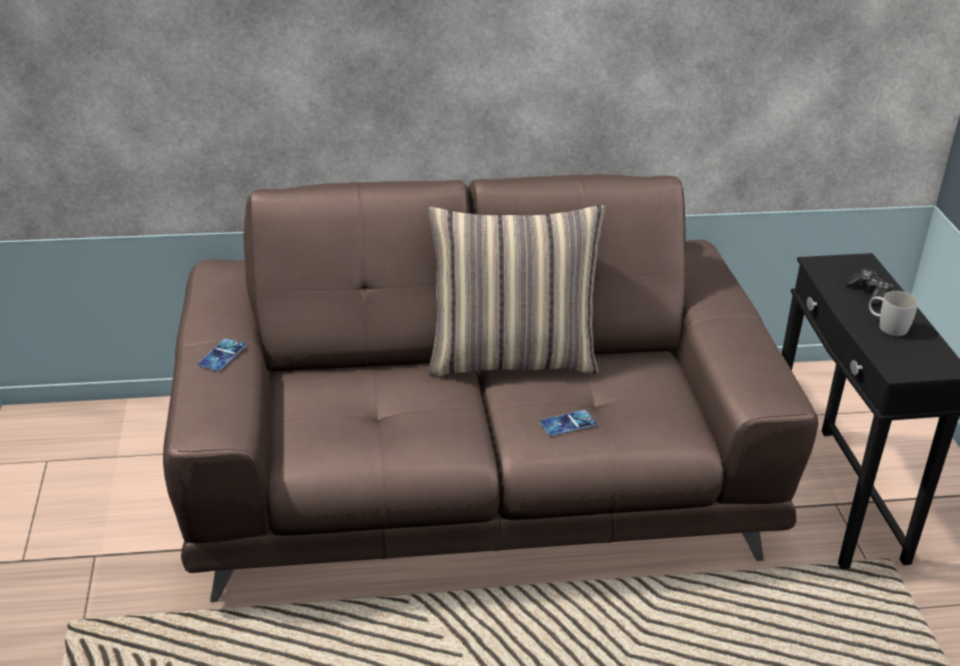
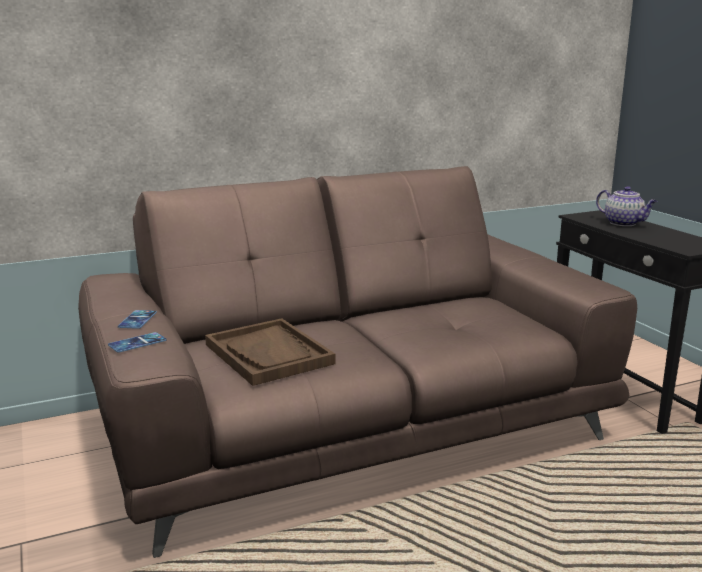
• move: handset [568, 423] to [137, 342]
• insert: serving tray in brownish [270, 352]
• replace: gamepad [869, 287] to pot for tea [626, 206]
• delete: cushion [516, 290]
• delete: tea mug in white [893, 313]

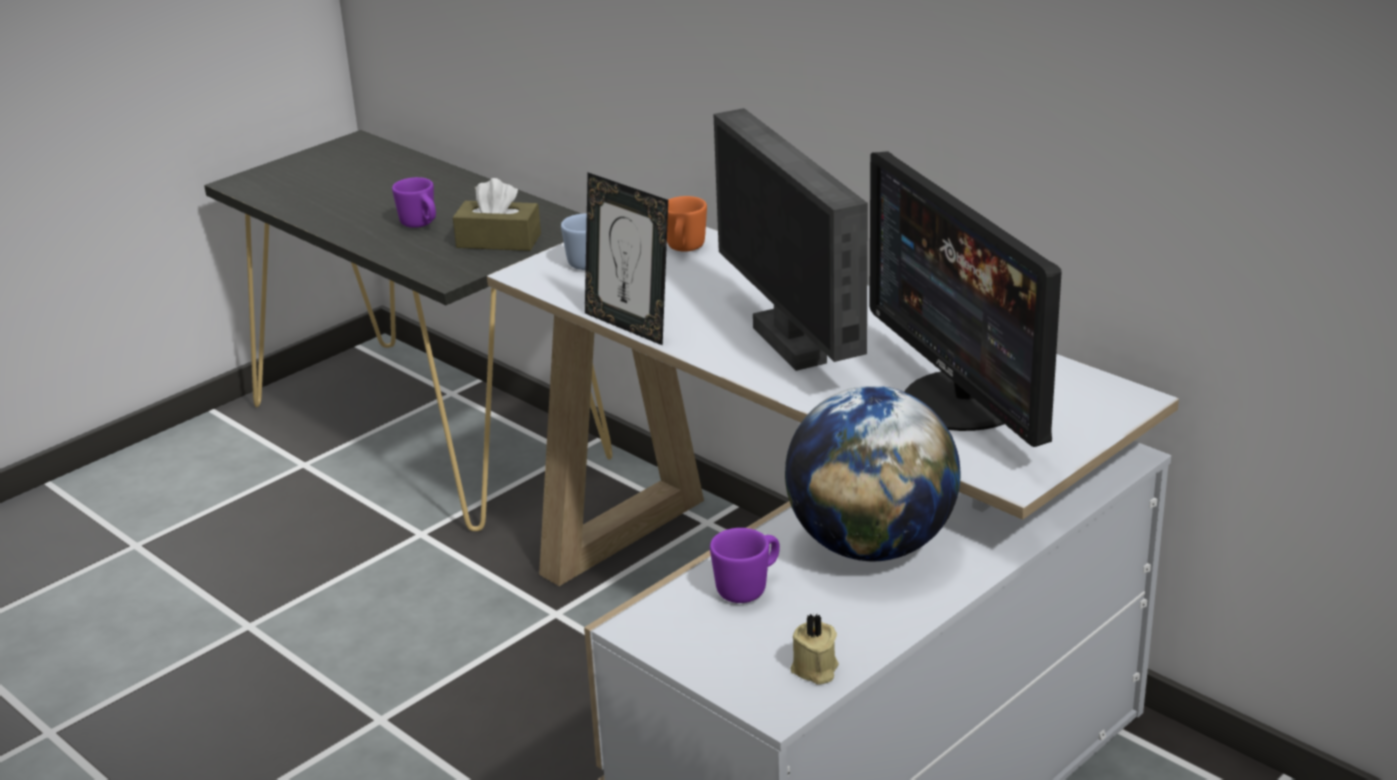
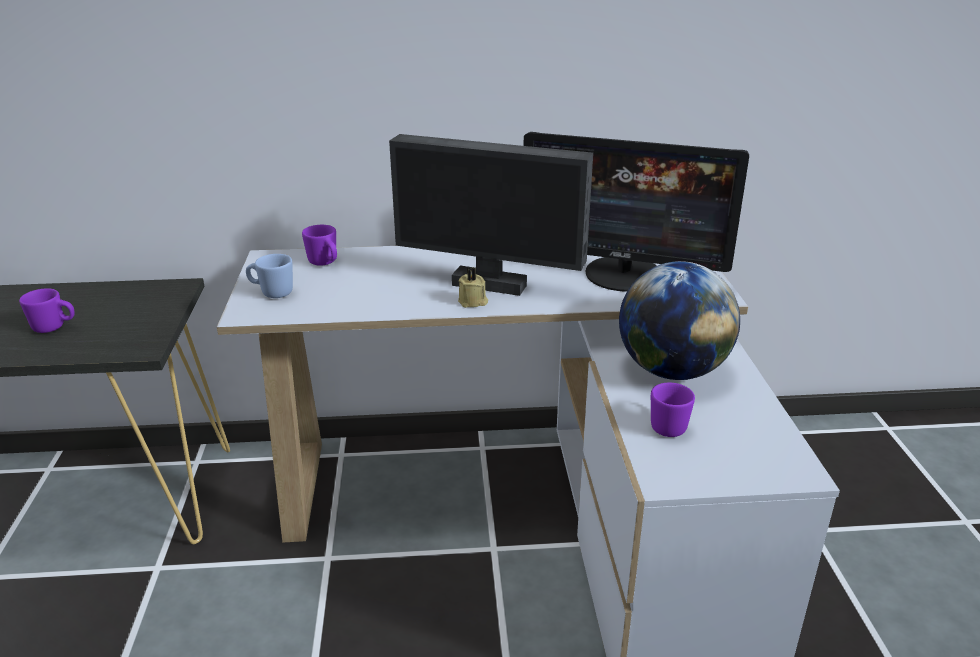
• recolor: tea mug in orange [687, 224] to tea mug in purplish [319, 245]
• move: candle in beige-coloured [814, 649] to [473, 287]
• delete: tissue box in brownish [497, 214]
• delete: photo frame [626, 259]

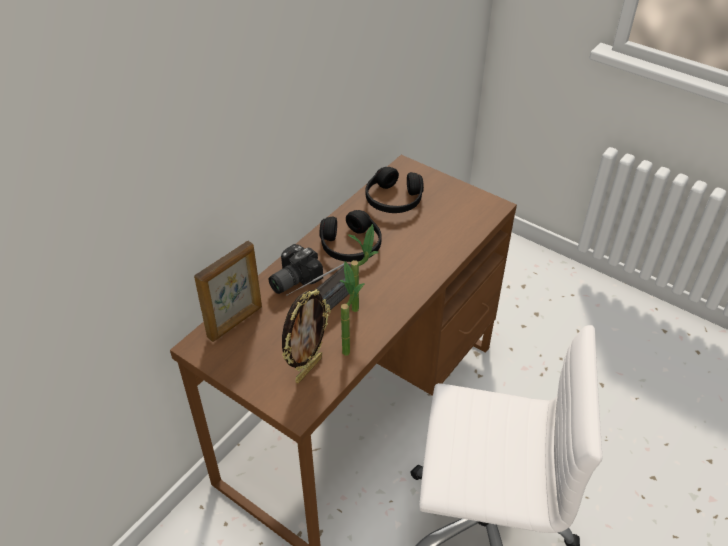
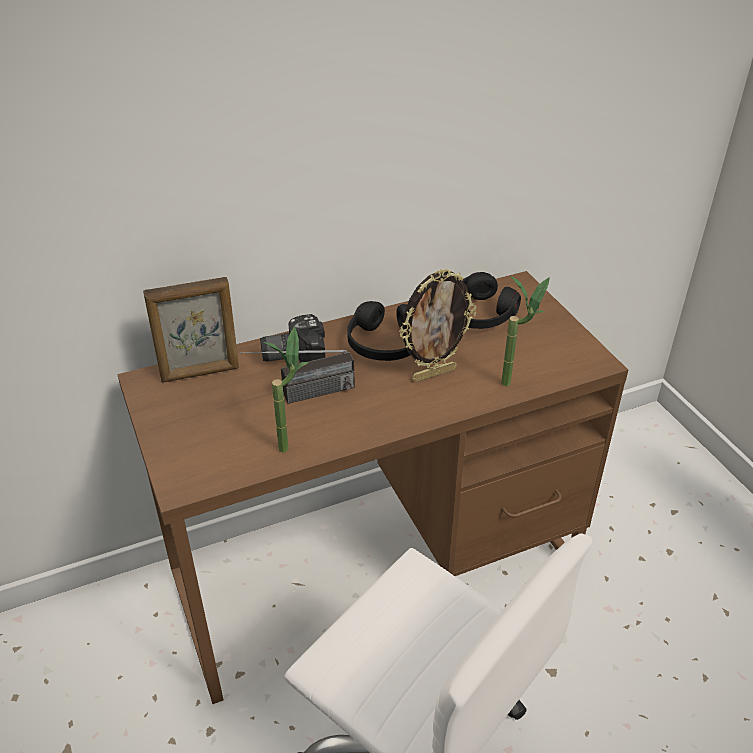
• move: photo frame [306, 336] to [437, 325]
• move: potted plant [362, 268] to [525, 331]

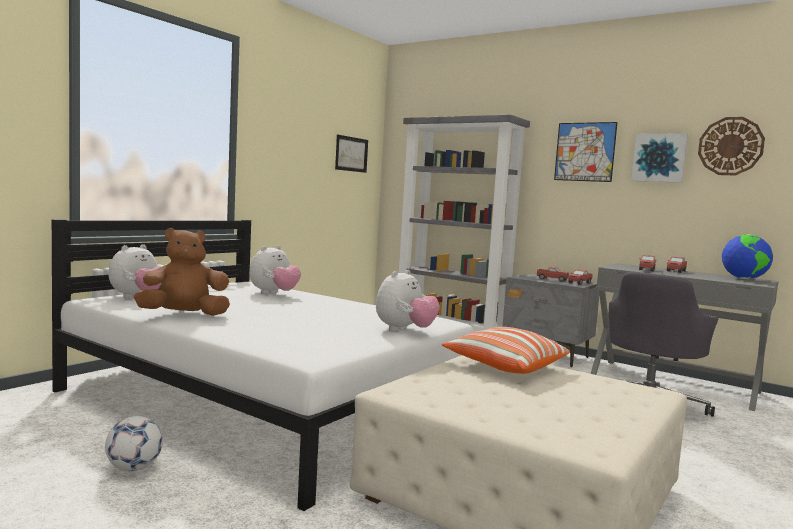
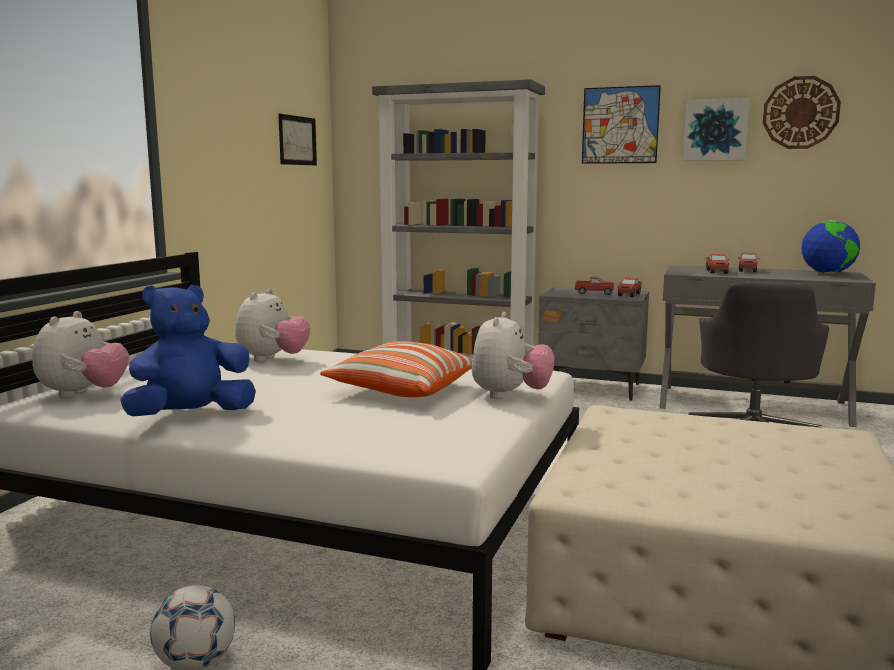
• recolor: plush toy in brownish [182, 272] to plush toy in blue [188, 350]
• move: cushion [506, 350] to [396, 369]

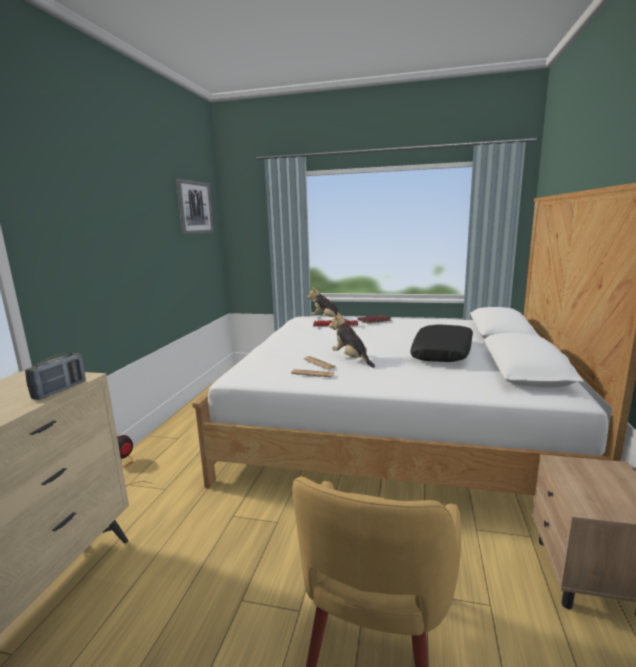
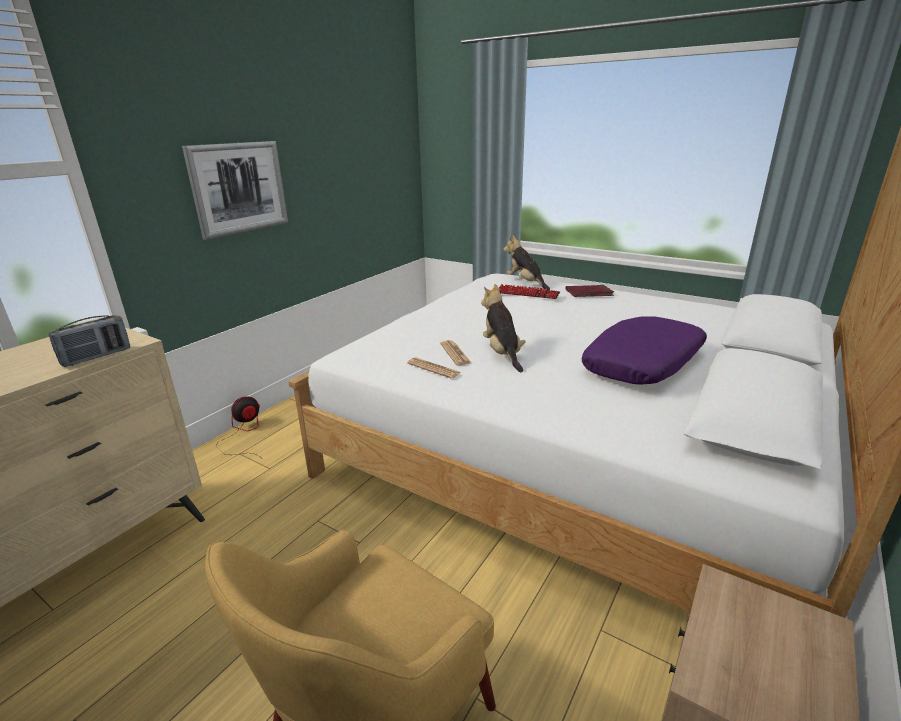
• move: picture [195, 207] to [235, 190]
• recolor: cushion in black-coloured [441, 343] to cushion in purplish [644, 350]

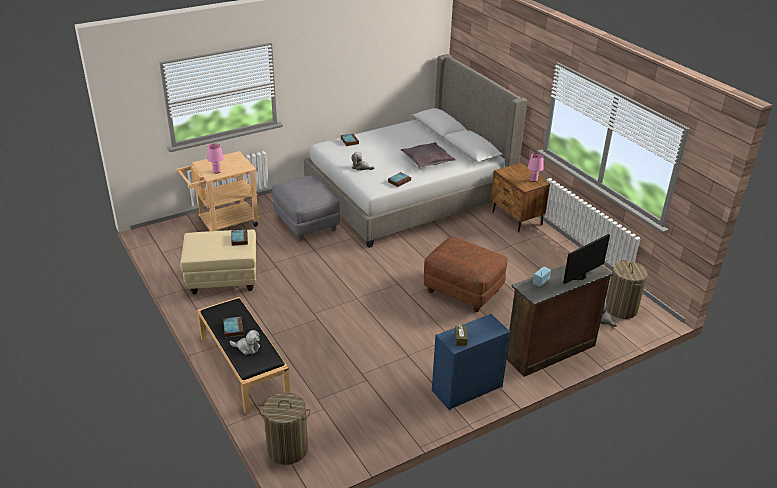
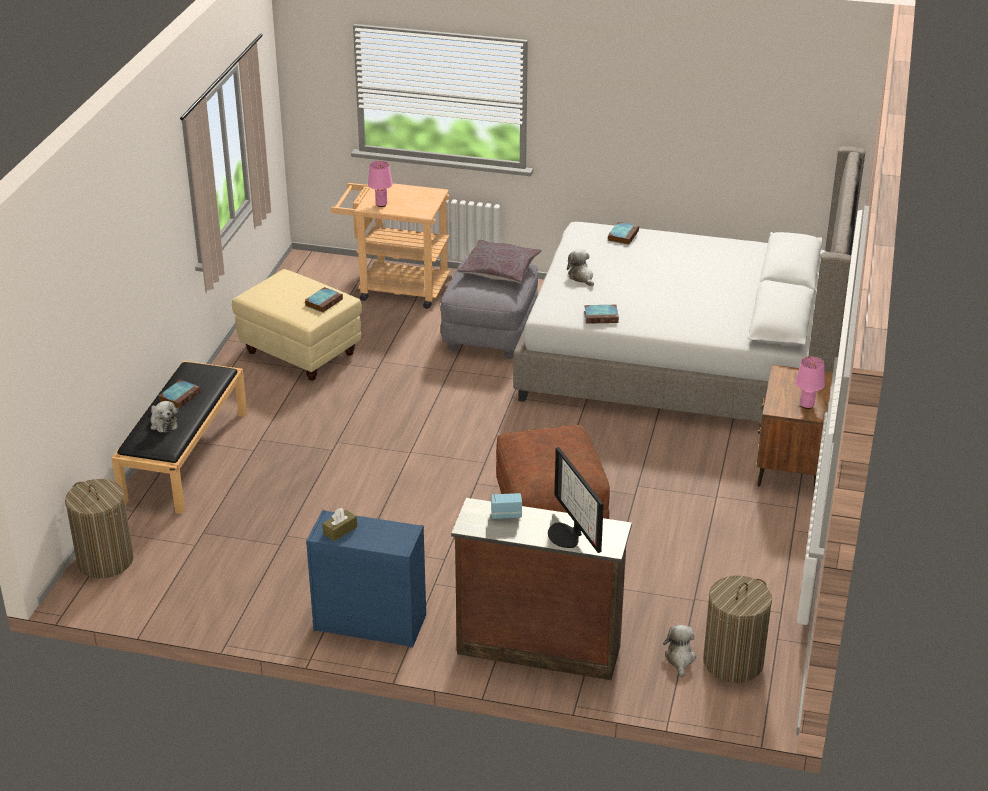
• move: cushion in greyish [428, 155] to [499, 261]
• rotate: monitor [586, 259] = [576, 500] 120 degrees counterclockwise

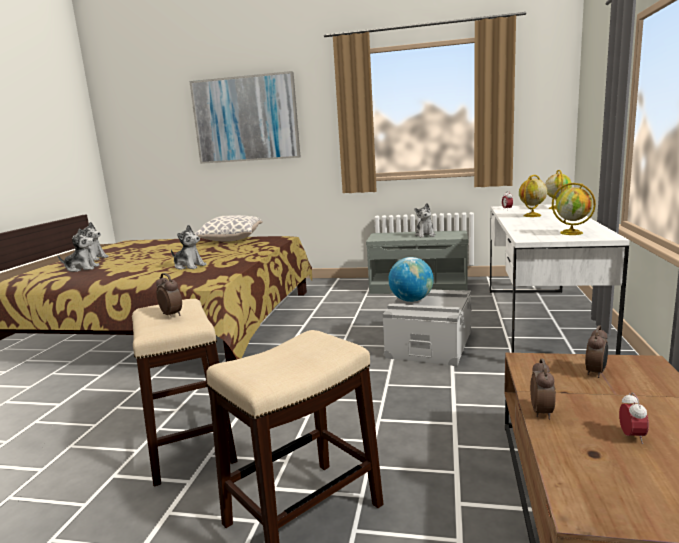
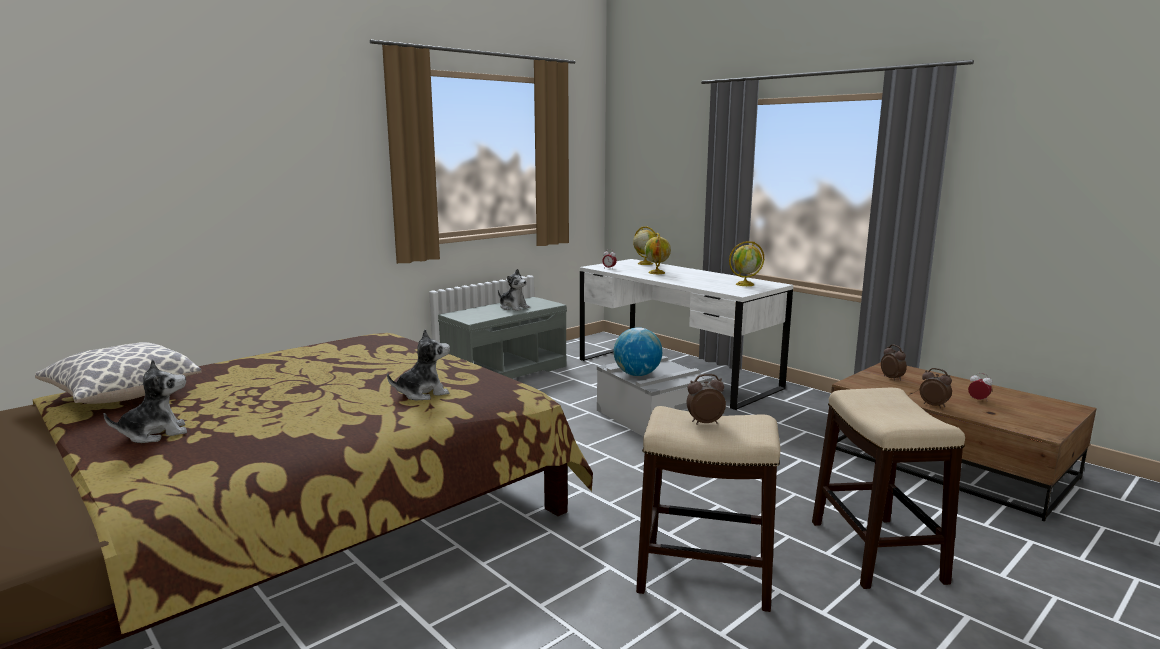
• move: cushion [228, 228] to [118, 373]
• delete: plush toy [79, 250]
• delete: picture [245, 117]

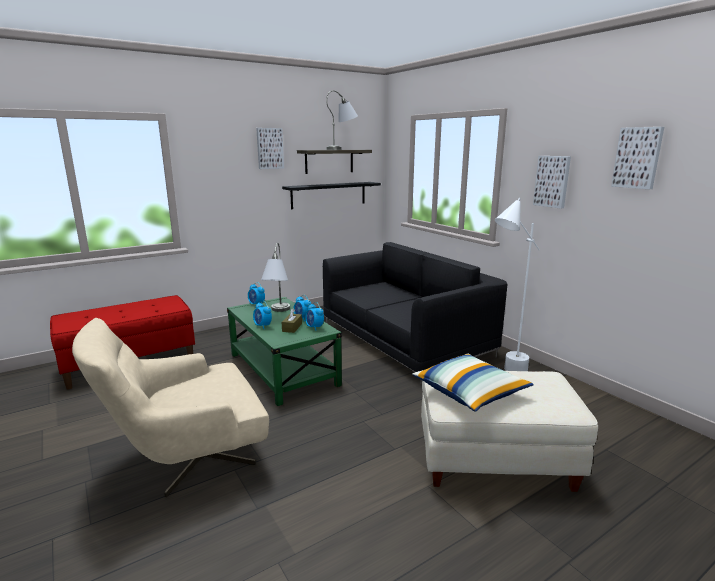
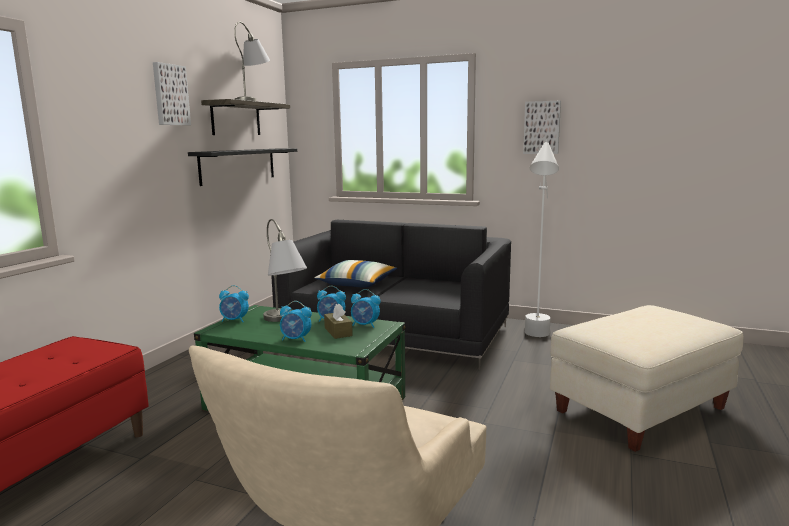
• move: cushion [473, 382] to [356, 273]
• delete: picture [637, 158]

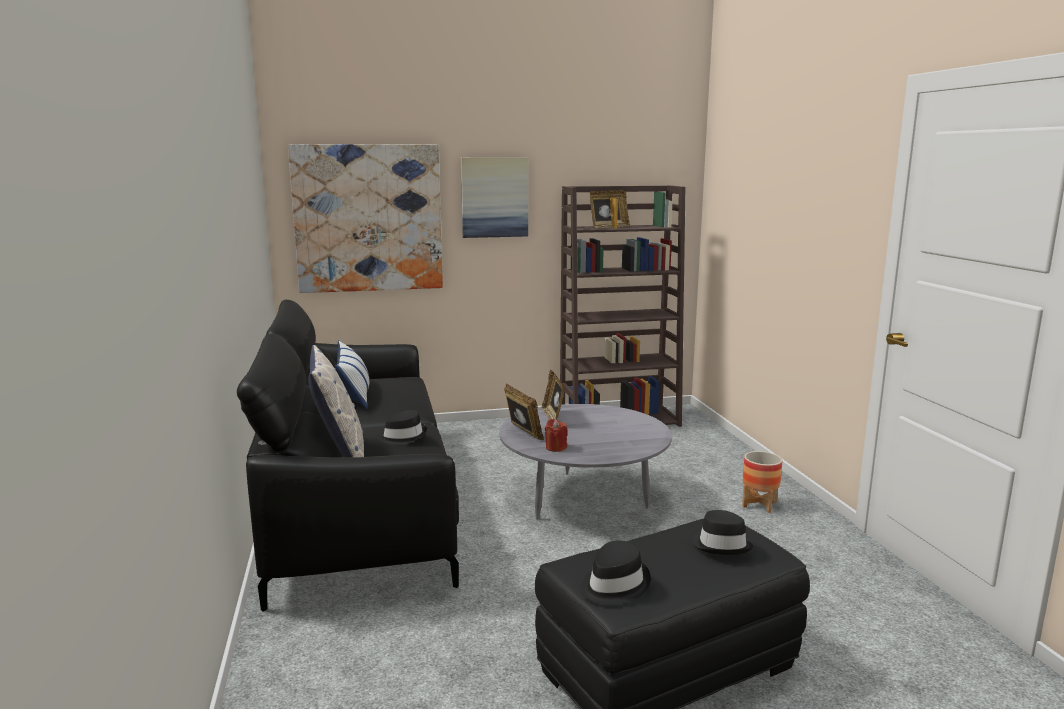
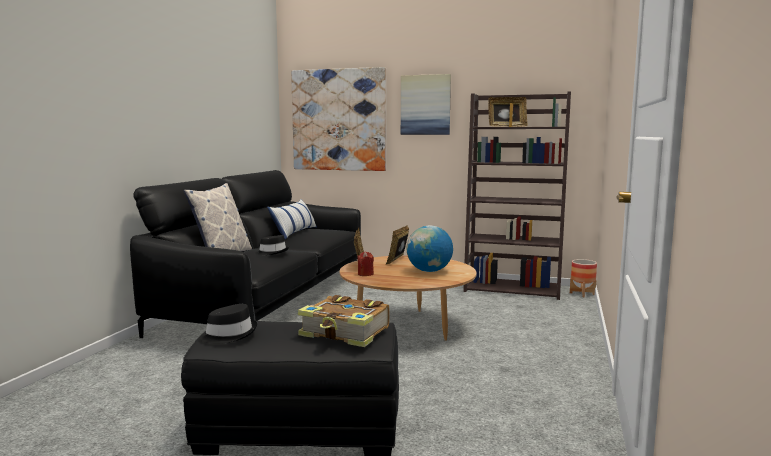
• replace: wearable hat in black-coloured [722, 532] to volume [344, 321]
• recolor: coffee table in greyish [585, 462] to coffee table in brownish [408, 298]
• insert: desk globe [430, 249]
• move: planter [762, 482] to [583, 278]

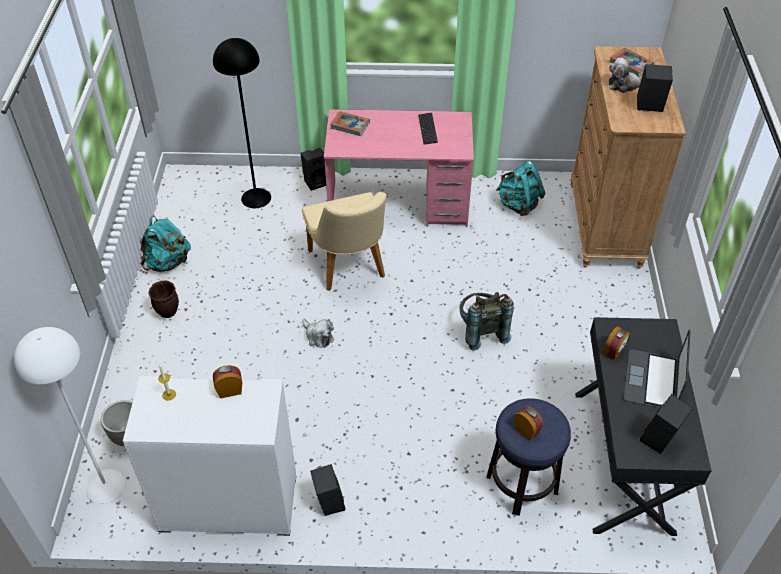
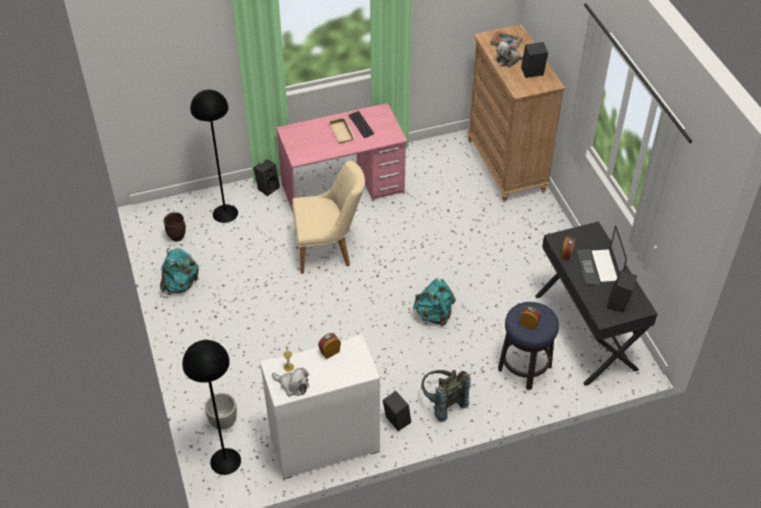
• move: planter in brownish [163, 299] to [174, 227]
• recolor: standard lamp in white [69, 415] to standard lamp in black-coloured [211, 407]
• move: plush toy [318, 333] to [290, 382]
• rotate: chair in beige-coloured [344, 241] = [328, 217] 60 degrees counterclockwise
• insert: serving tray in beige-coloured [342, 130]
• move: backpack in blue-green [520, 188] to [434, 302]
• move: backpack in greyish [487, 321] to [445, 396]
• delete: volume [350, 123]

